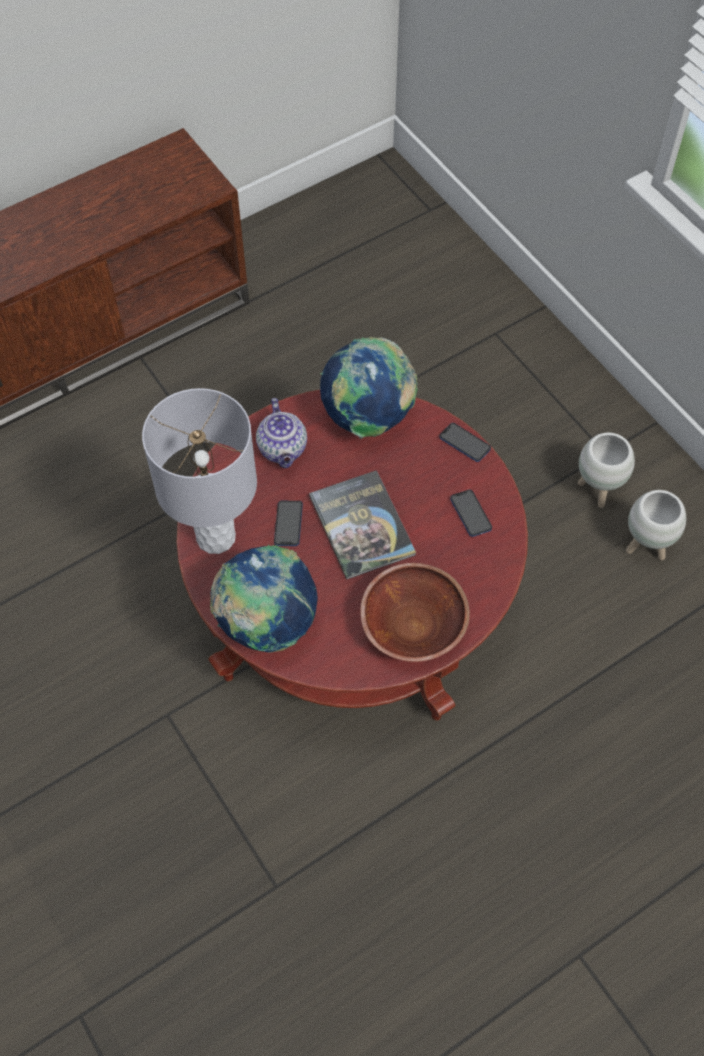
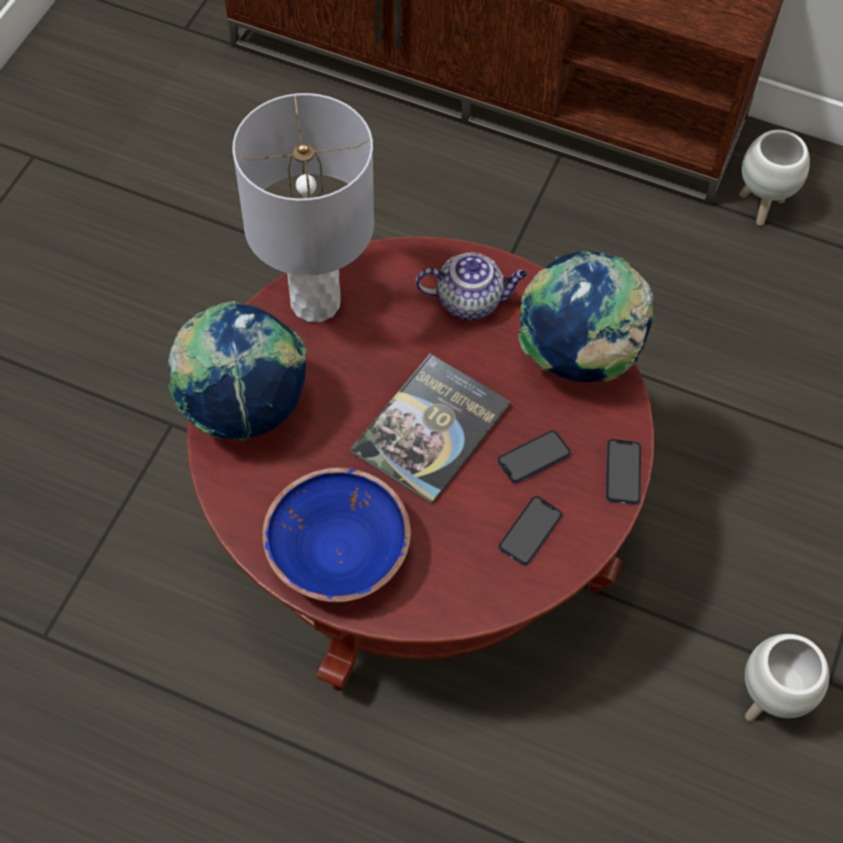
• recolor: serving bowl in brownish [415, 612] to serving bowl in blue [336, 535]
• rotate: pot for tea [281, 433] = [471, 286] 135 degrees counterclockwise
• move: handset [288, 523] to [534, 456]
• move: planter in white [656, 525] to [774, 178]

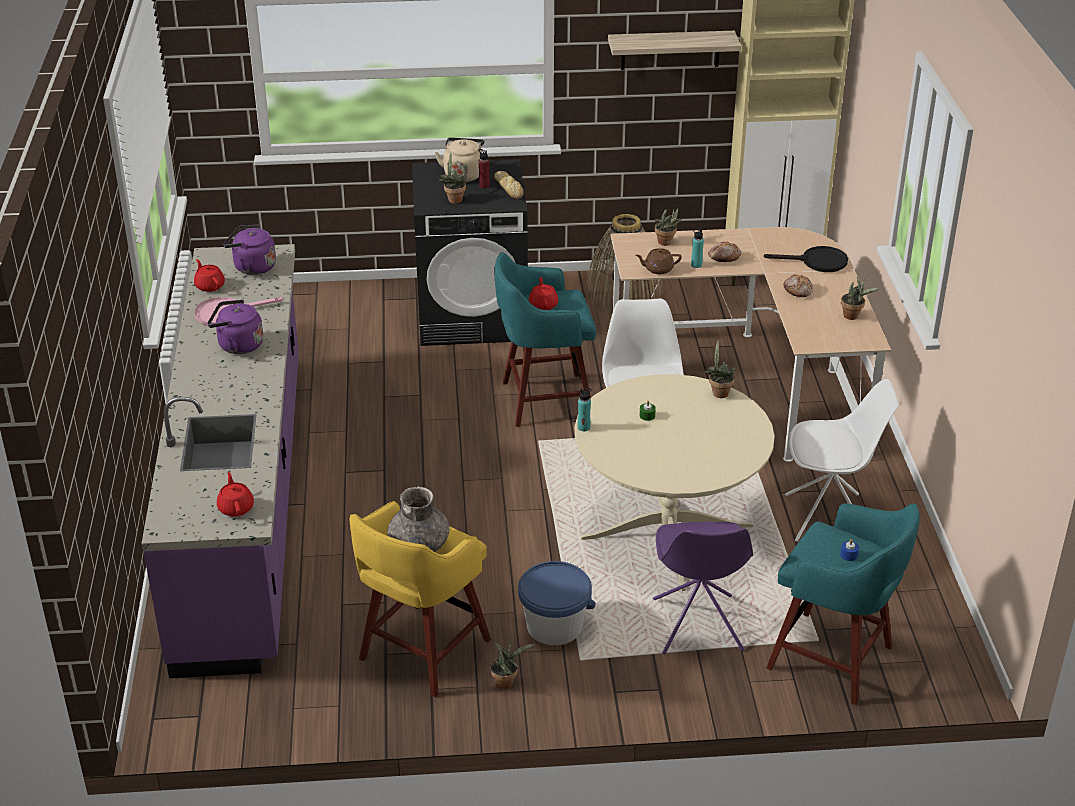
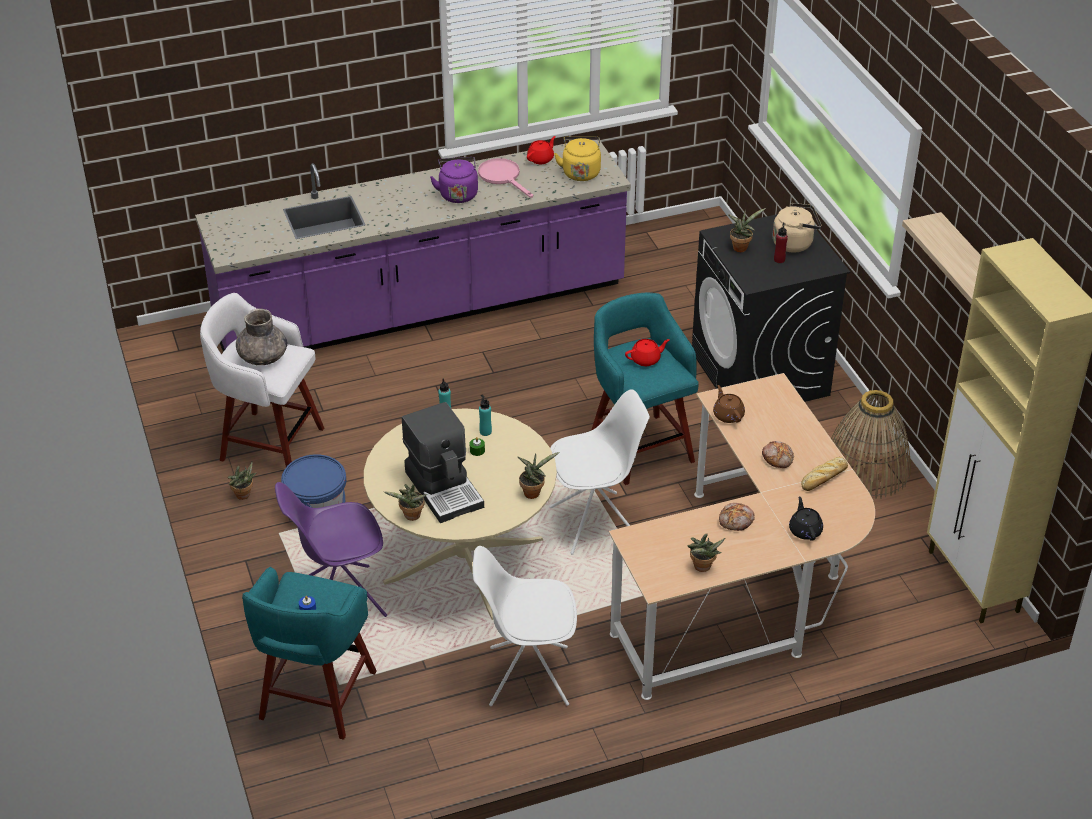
• recolor: stool seat in yellowish [420, 599] to stool seat in white [262, 380]
• move: potted plant [668, 227] to [405, 502]
• insert: coffee machine [443, 462]
• rotate: chair in white [842, 460] = [525, 626] 105 degrees clockwise
• move: beverage bottle in blue-green [697, 248] to [485, 415]
• recolor: tea kettle in purplish [249, 250] to tea kettle in yellowish [577, 158]
• replace: pan in black-coloured [806, 259] to pot for tea in black-coloured [806, 518]
• move: baked bread [508, 185] to [824, 474]
• delete: pot for tea in red-coloured [235, 494]

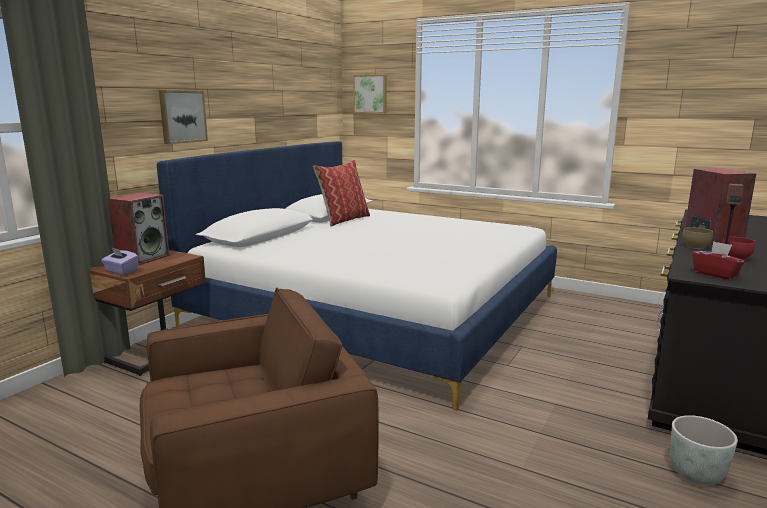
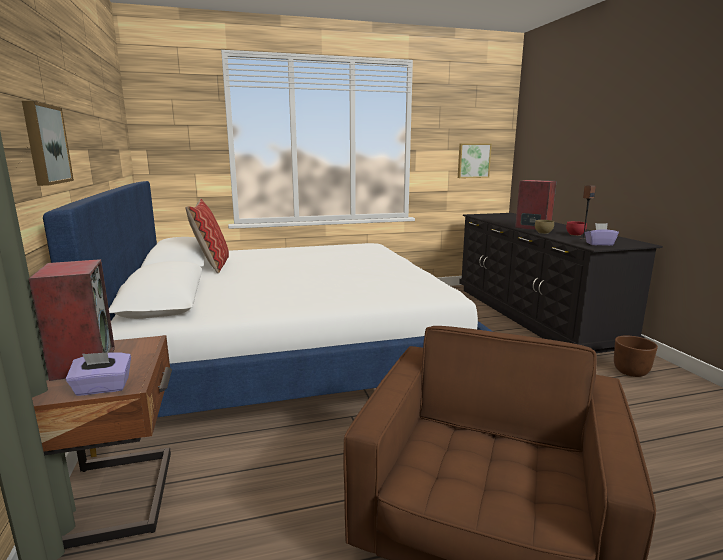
• move: picture [370, 94] to [475, 161]
• recolor: tissue box in red-coloured [718, 260] to tissue box in purplish [602, 234]
• recolor: planter in greyish [704, 450] to planter in brownish [636, 356]

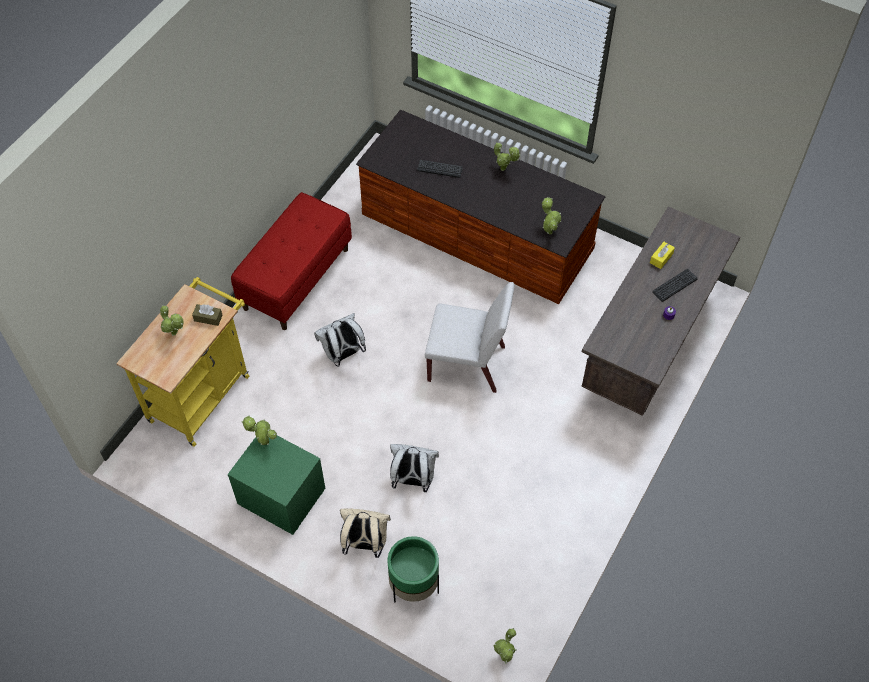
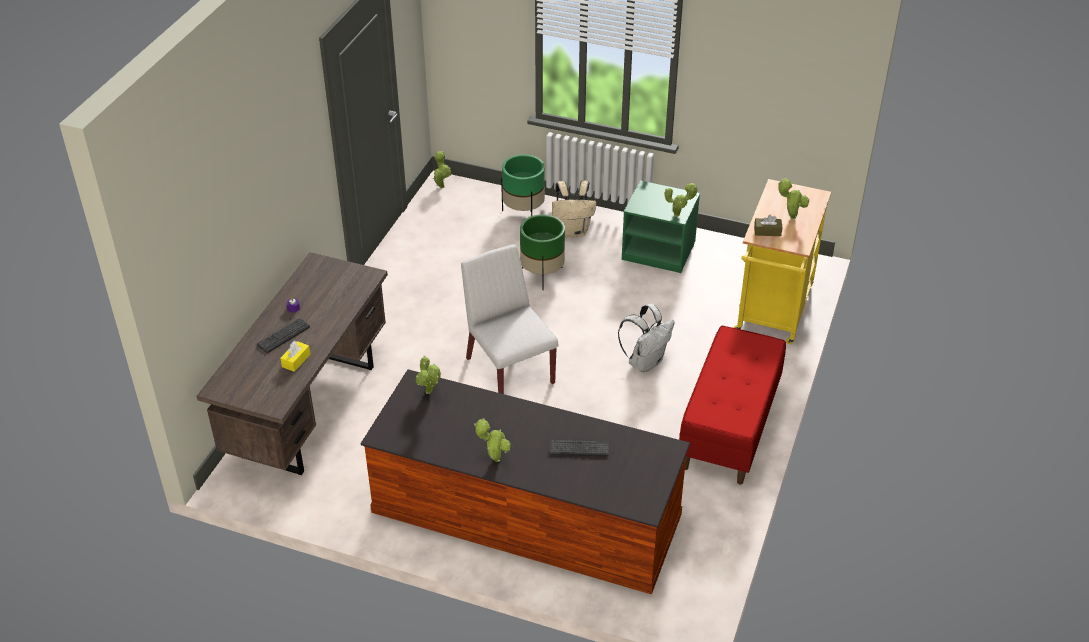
• rotate: chair in white [470, 337] = [510, 319] 60 degrees clockwise
• replace: backpack in white [414, 468] to planter in green [542, 252]

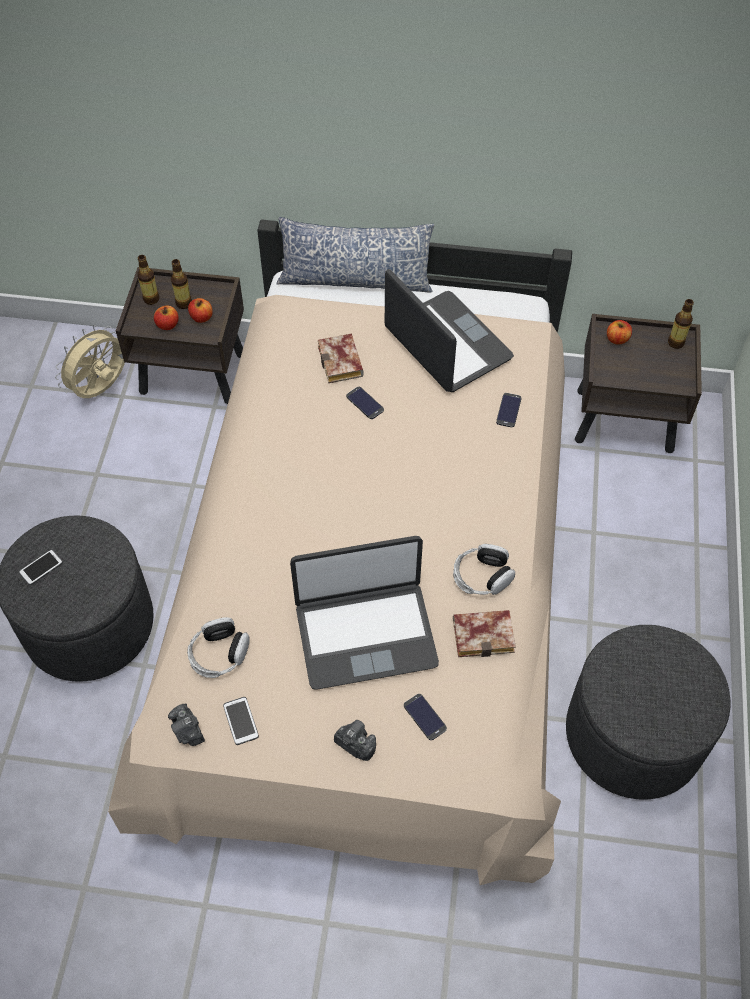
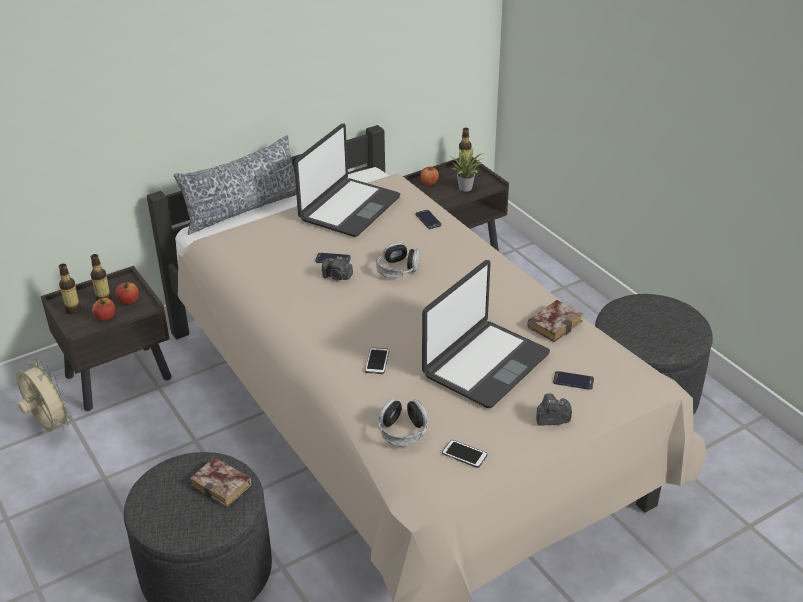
• rotate: electric fan in beige-coloured [90, 361] = [44, 394] 135 degrees clockwise
• move: volume [341, 358] to [221, 482]
• rotate: notebook computer [449, 330] = [347, 180] 105 degrees clockwise
• move: photo camera [186, 724] to [337, 268]
• move: handset [41, 567] to [377, 360]
• move: headphones [484, 569] to [397, 260]
• insert: potted plant [467, 170]

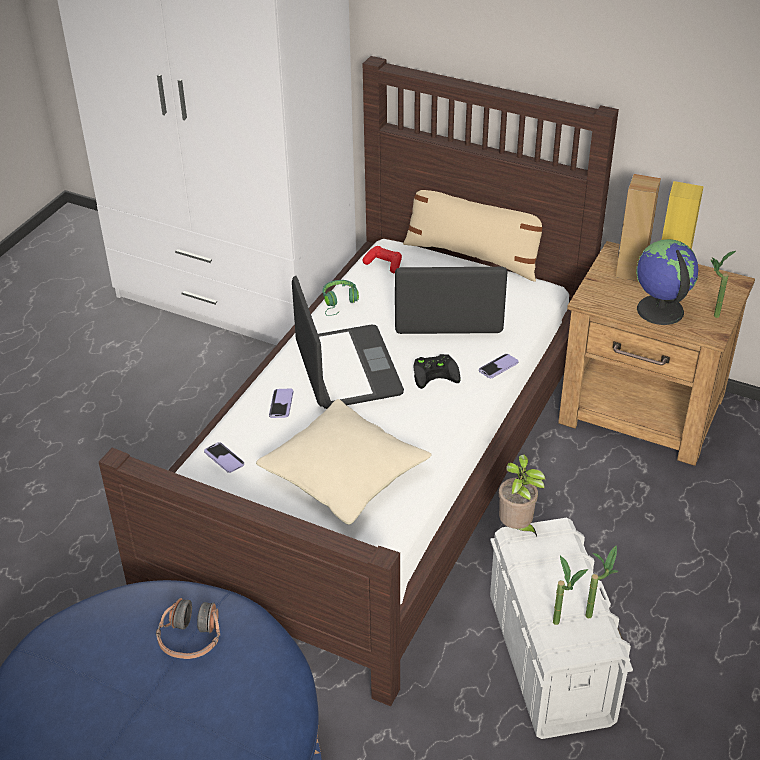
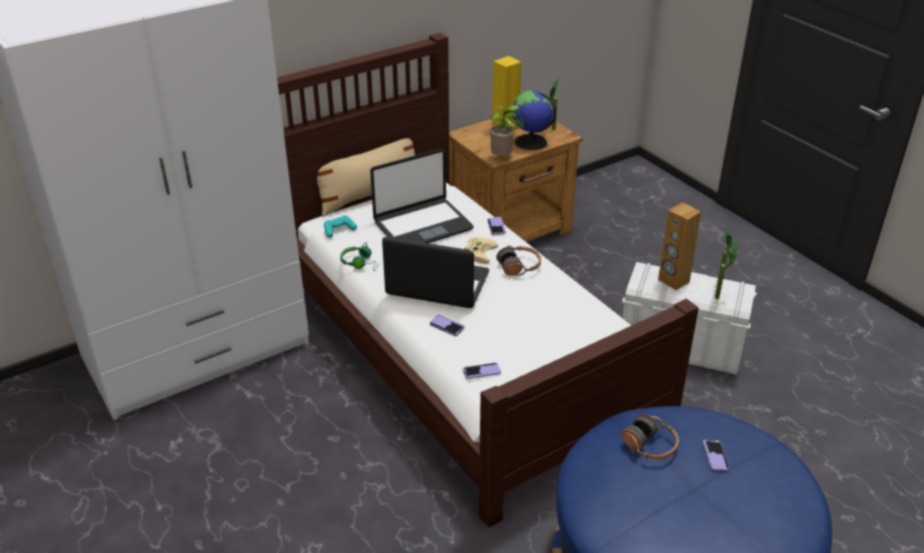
• recolor: gamepad in red-coloured [382, 259] to gamepad in blue-green [340, 226]
• rotate: notebook computer [451, 300] = [421, 196] 150 degrees counterclockwise
• recolor: gamepad in black-coloured [437, 371] to gamepad in beige-coloured [480, 250]
• move: potted plant [522, 495] to [504, 130]
• insert: headphones [518, 260]
• move: audio speaker in brownish [638, 227] to [679, 246]
• insert: handset [716, 455]
• delete: cushion in beige-coloured [344, 462]

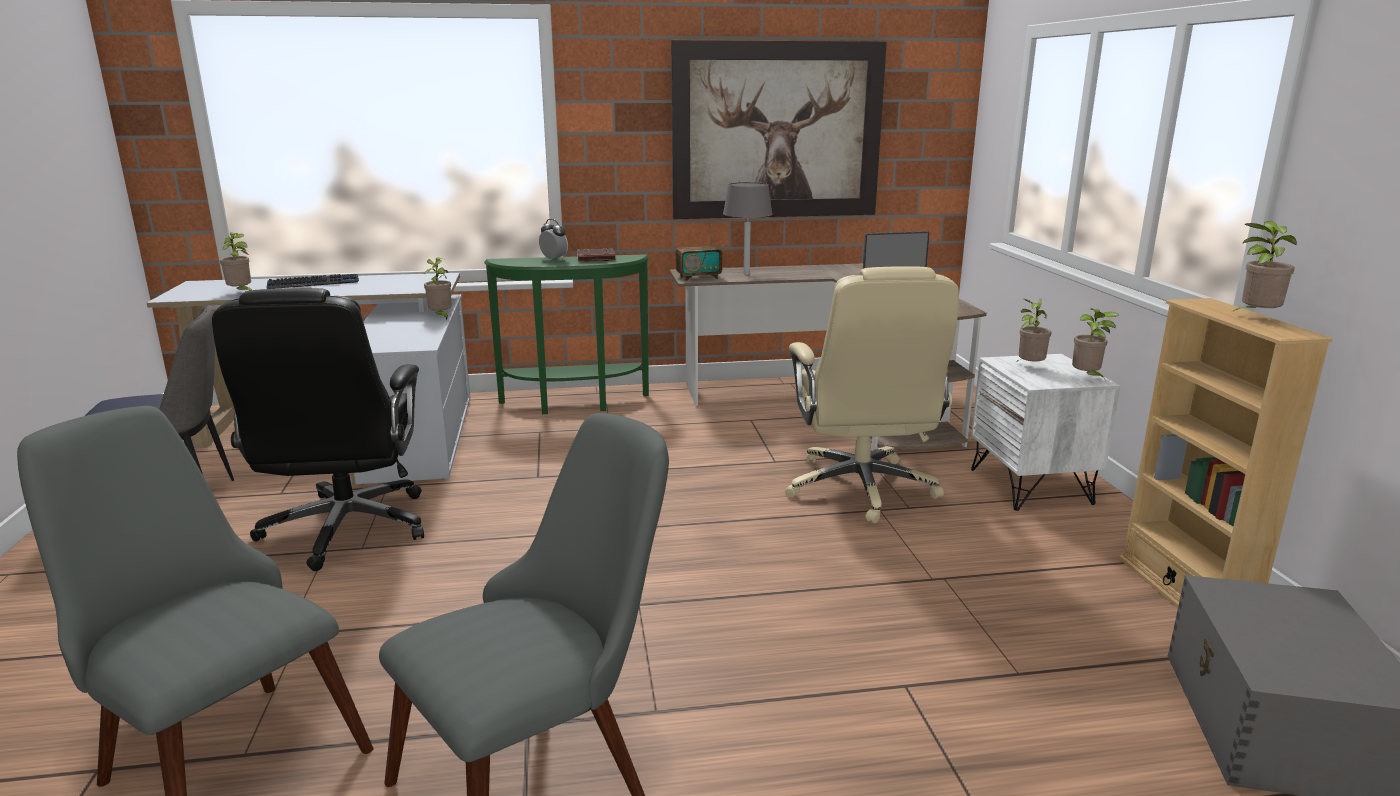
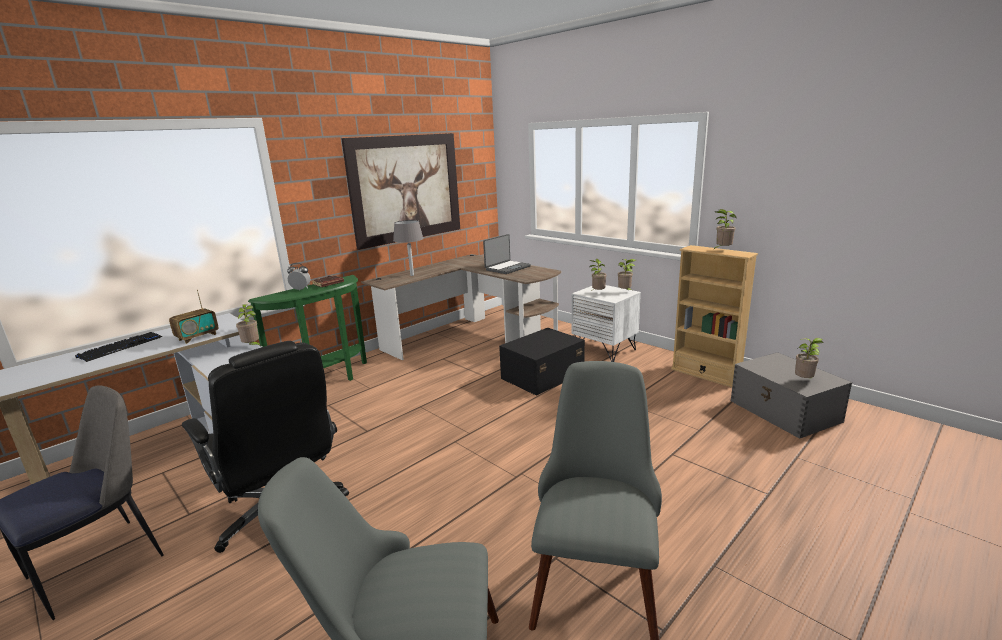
• move: radio set [699, 251] to [193, 317]
• replace: computer chair in beige-coloured [872, 394] to storage bin in black-coloured [542, 362]
• move: potted plant [236, 261] to [809, 358]

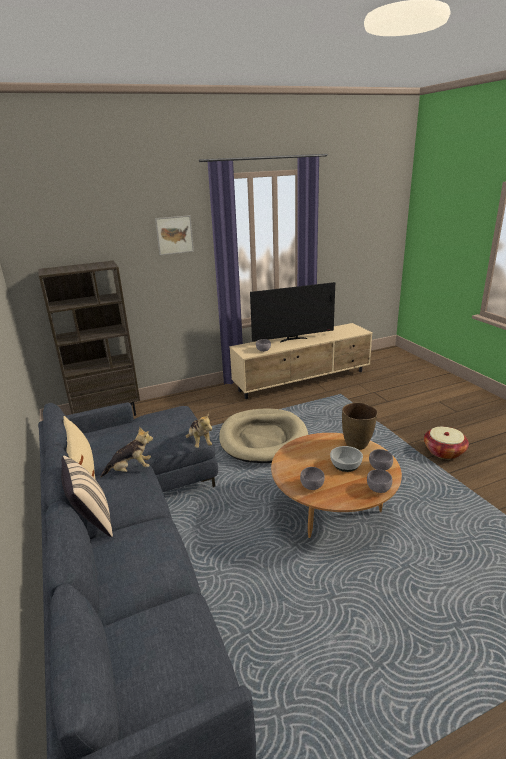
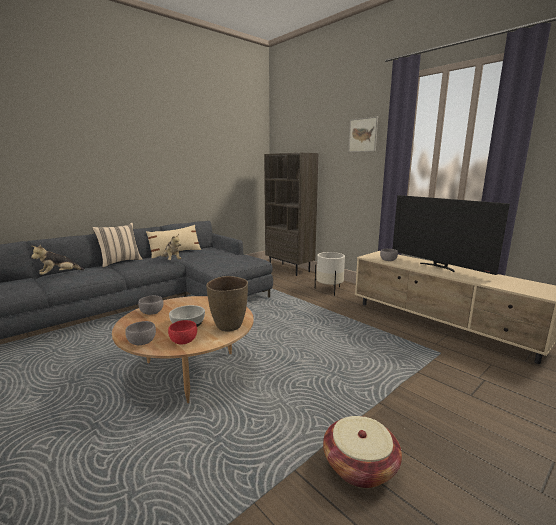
• move: plush toy [199, 430] to [57, 260]
• recolor: serving bowl in greyish [381, 459] to serving bowl in red-coloured [182, 332]
• insert: planter in white [330, 274]
• delete: dog cushion in beige-coloured [263, 435]

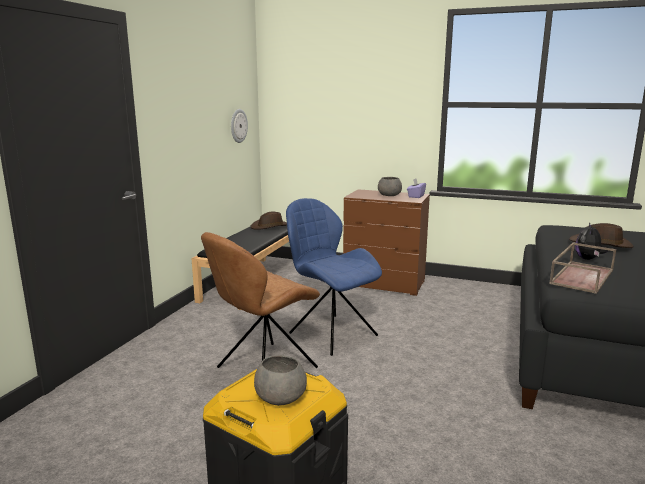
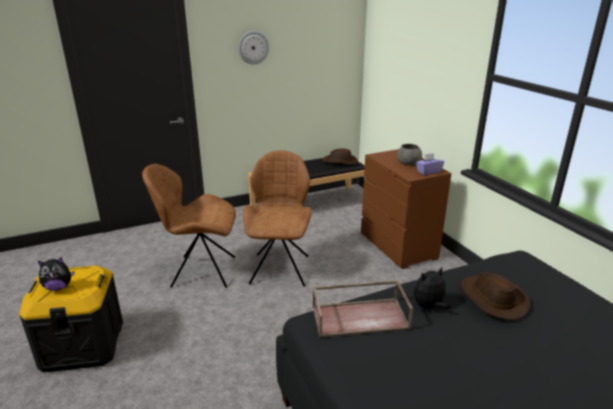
• replace: serving bowl in greyish [280, 380] to plush toy [56, 274]
• move: wall clock [239, 126] to [253, 47]
• recolor: chair in blue [334, 277] to chair in brownish [277, 218]

